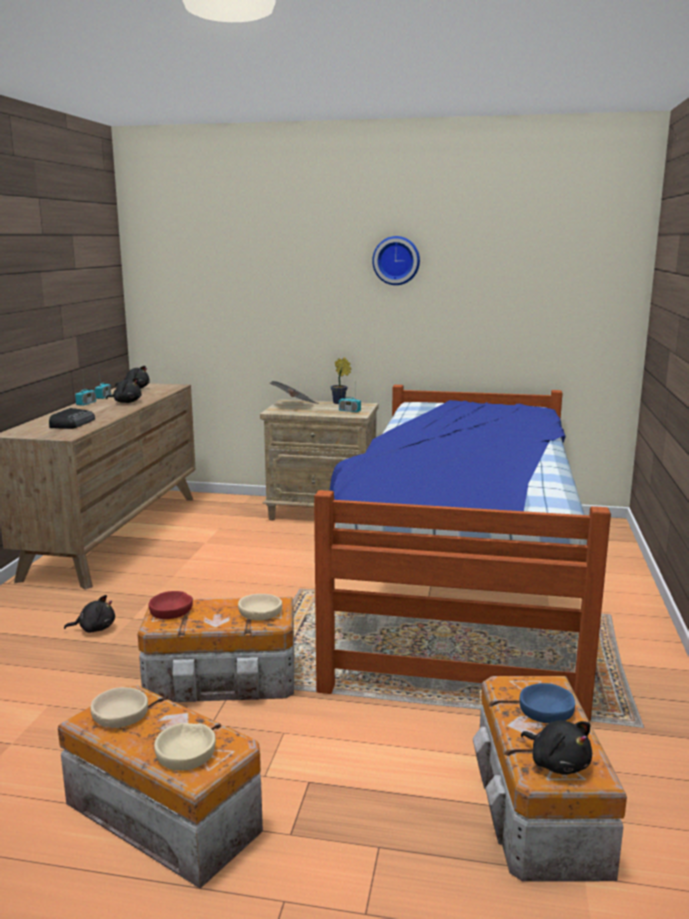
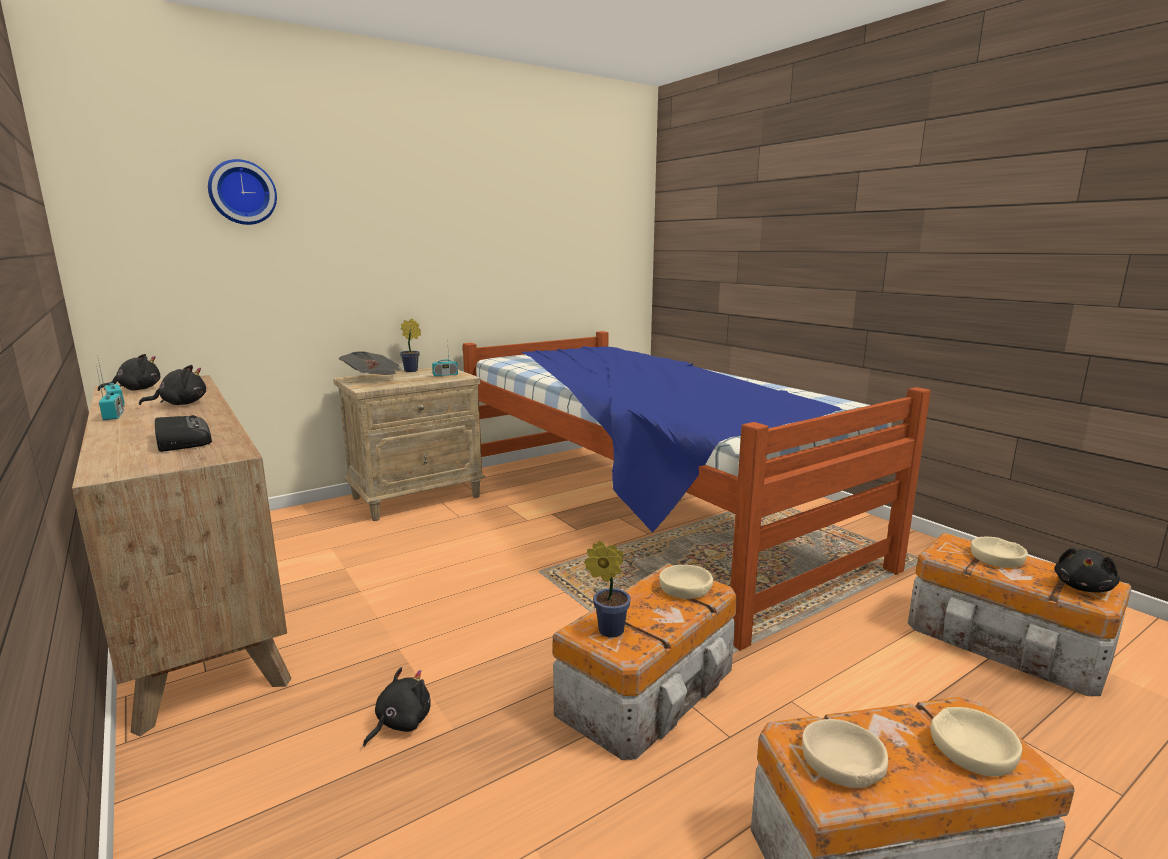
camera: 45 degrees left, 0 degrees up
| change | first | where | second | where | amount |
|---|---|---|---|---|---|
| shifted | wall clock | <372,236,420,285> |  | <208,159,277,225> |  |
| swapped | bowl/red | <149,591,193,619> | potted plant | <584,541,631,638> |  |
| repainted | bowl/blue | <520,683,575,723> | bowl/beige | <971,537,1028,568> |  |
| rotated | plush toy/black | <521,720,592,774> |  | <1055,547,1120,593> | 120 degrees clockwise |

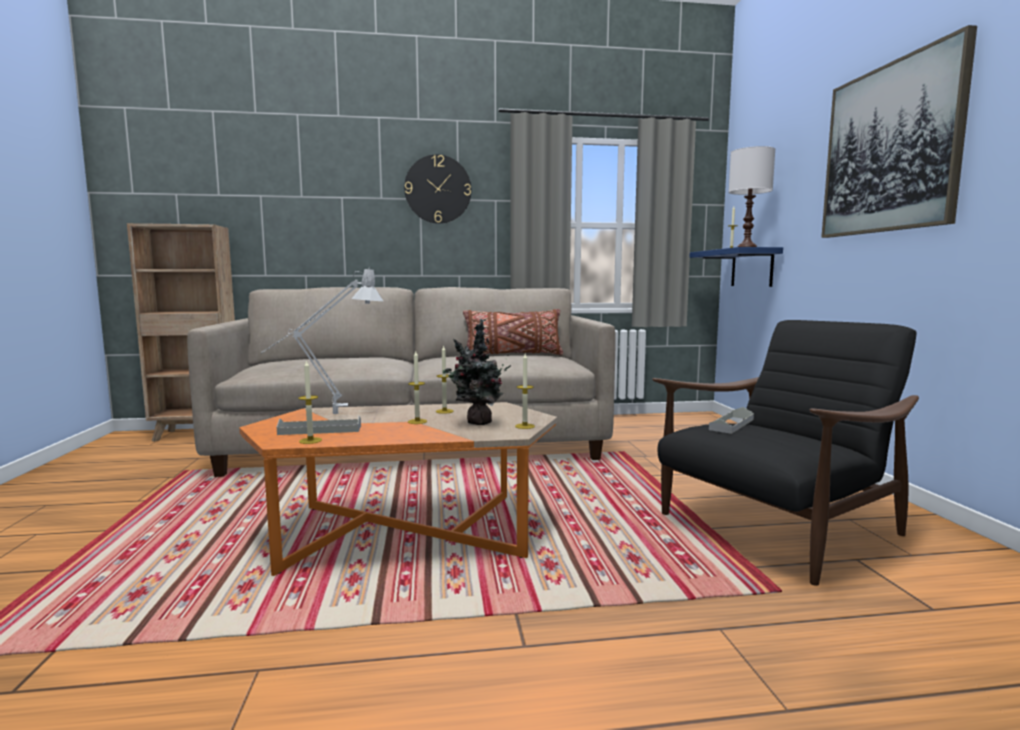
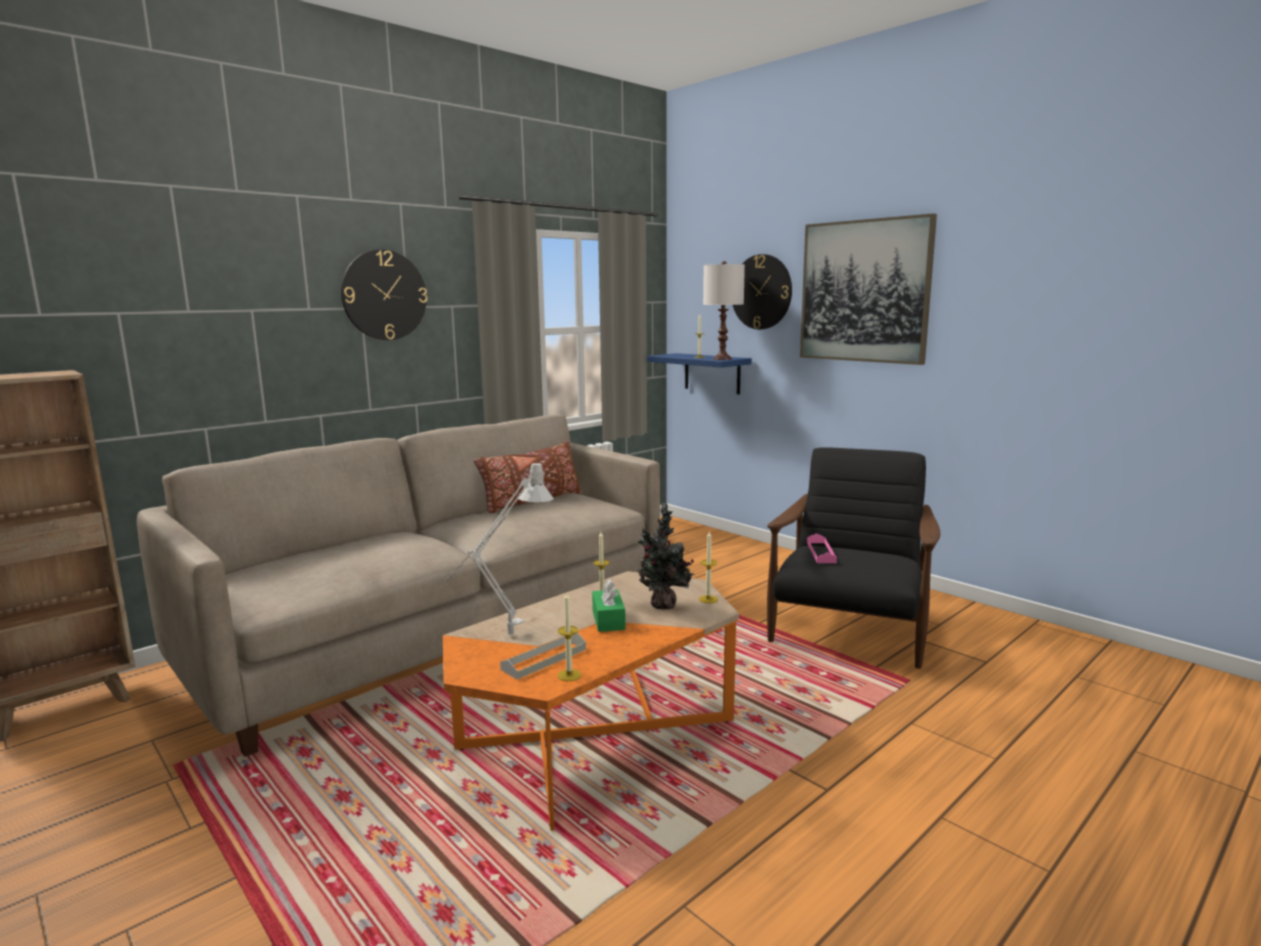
camera: 35 degrees left, 5 degrees up
| change | first | where | second | where | amount |
|---|---|---|---|---|---|
| new |  |  | wall clock | <733,254,792,329> |  |
| swapped | candle | <408,351,427,424> | tissue box/green | <592,580,626,632> |  |
| repainted | tray/grey | <709,407,754,434> | tray/pink | <807,533,837,563> |  |

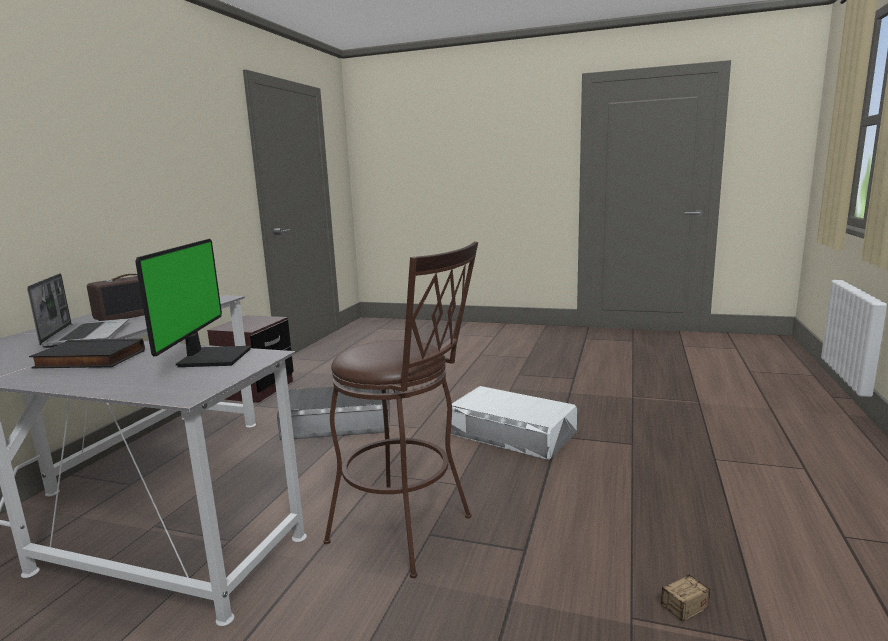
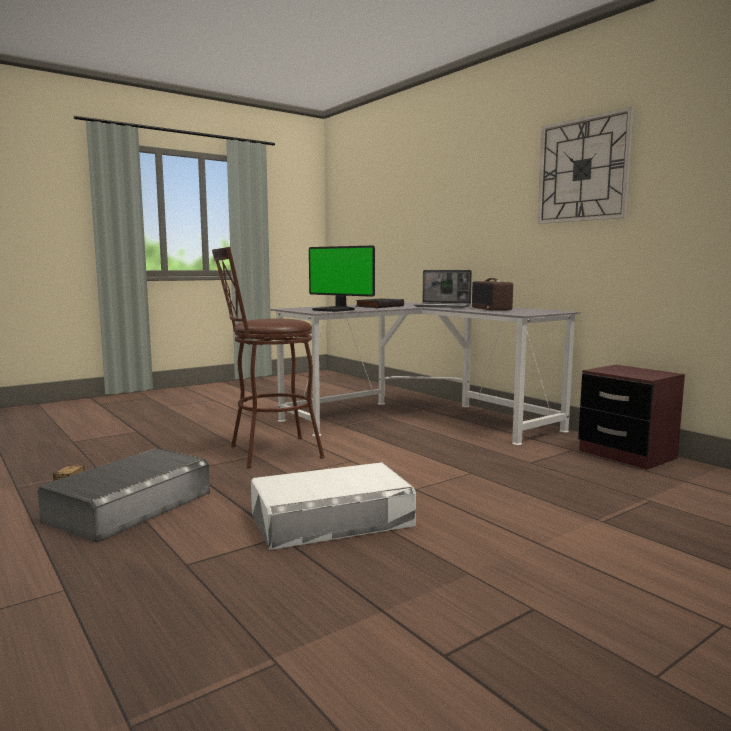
camera: 125 degrees right, 5 degrees down
| change | first | where | second | where | amount |
|---|---|---|---|---|---|
| new |  |  | wall clock | <537,106,634,224> |  |
| shifted | storage box/grey | <277,386,390,440> |  | <38,448,210,542> |  |

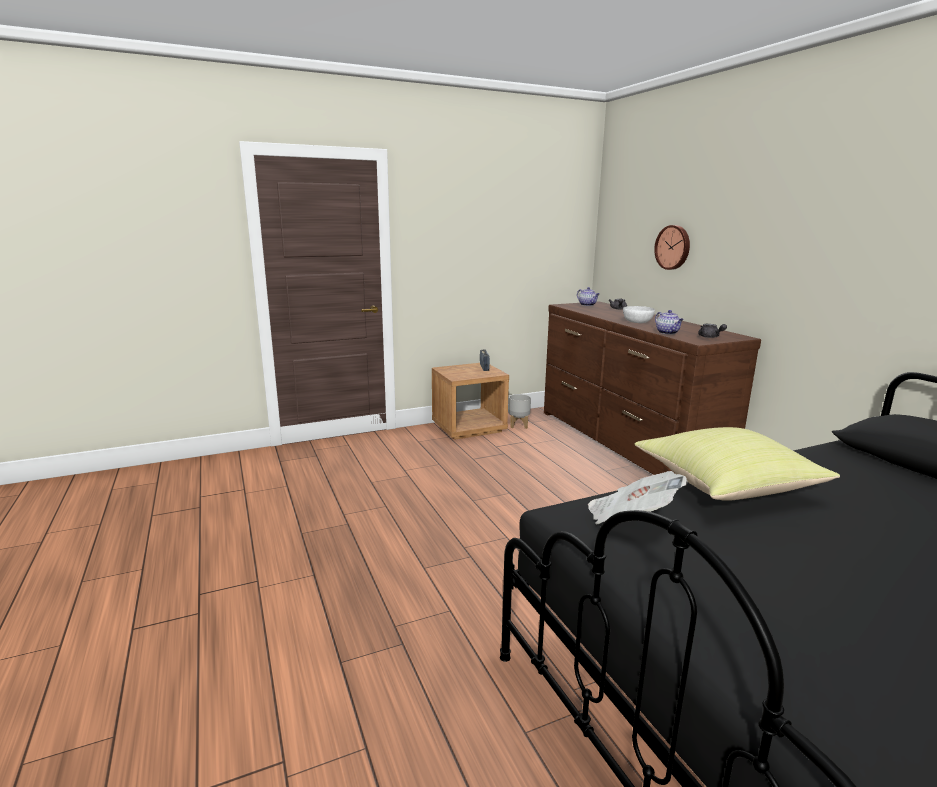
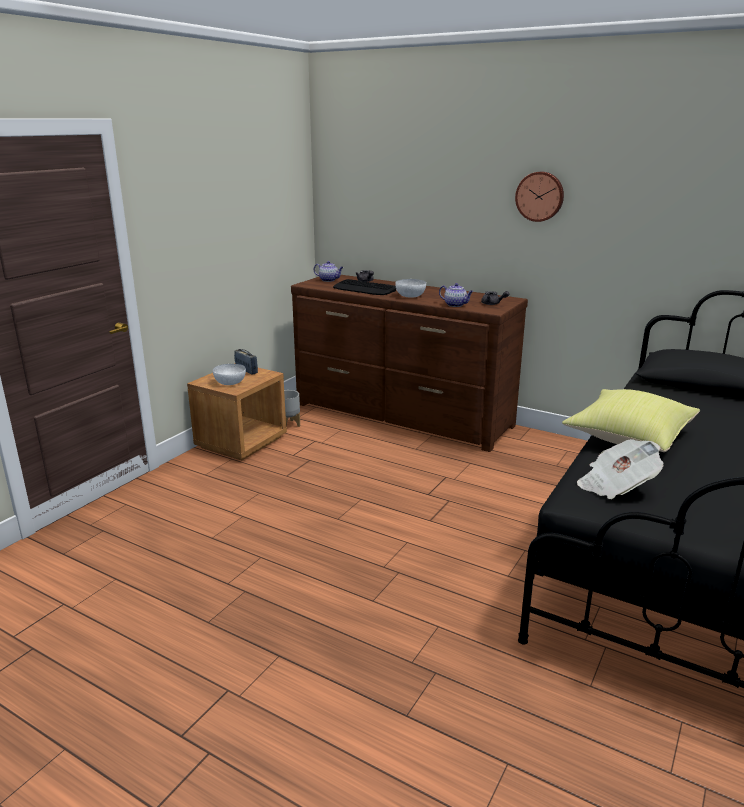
camera: 35 degrees left, 5 degrees up
| change | first | where | second | where | amount |
|---|---|---|---|---|---|
| new |  |  | bowl/white | <213,364,246,385> |  |
| new |  |  | keyboard | <333,279,396,295> |  |
| shifted | wall clock | <654,225,690,270> |  | <515,172,564,222> |  |

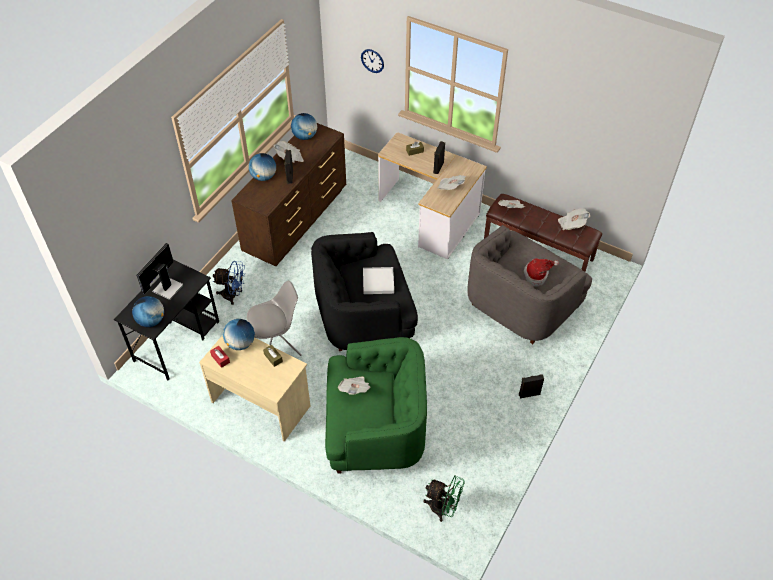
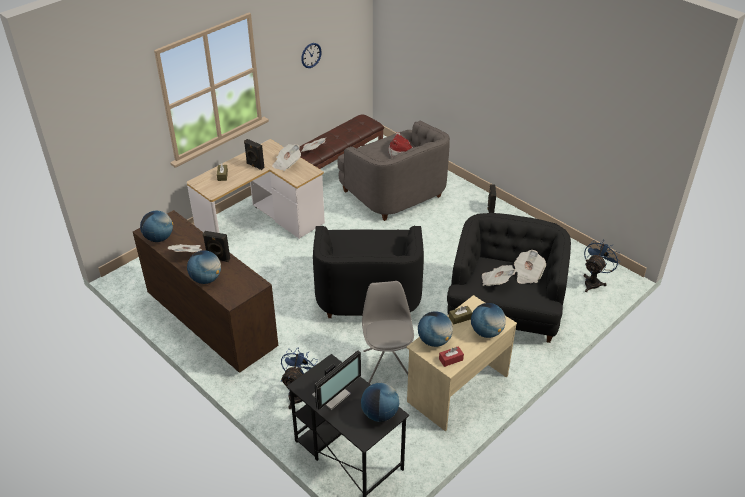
camera: 75 degrees left, 10 degrees down
| change | first | where | second | where | amount |
|---|---|---|---|---|---|
| gone | tray/white | <363,267,394,294> |  |  |  |
| new |  |  | globe | <471,303,506,338> |  |
| shifted | wall clock | <361,49,384,73> |  | <301,43,322,68> |  |
| shifted | newspaper | <558,208,590,230> |  | <514,250,546,284> |  |
| repainted | armchair/green | <325,337,427,473> | armchair/black | <447,213,571,343> |  |
| repainted | fan/green | <423,475,465,522> | fan/blue | <583,239,620,292> |  |
| rotated | monitor | <136,243,183,300> |  | <312,350,361,410> | 90 degrees counterclockwise |

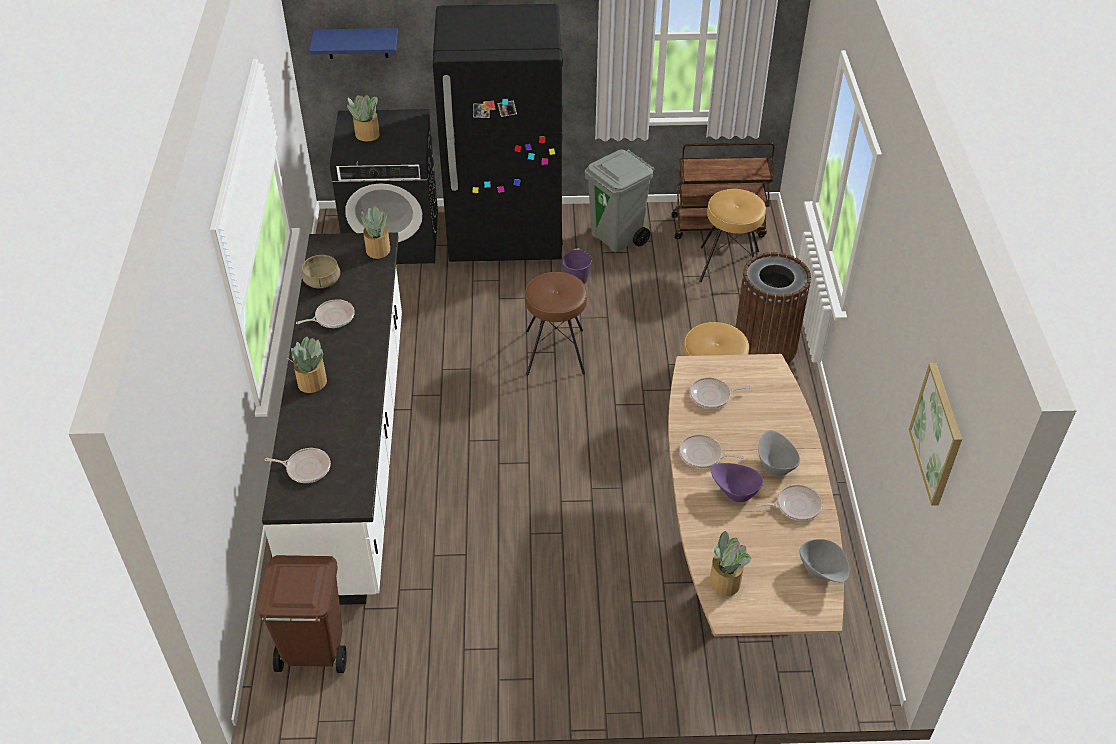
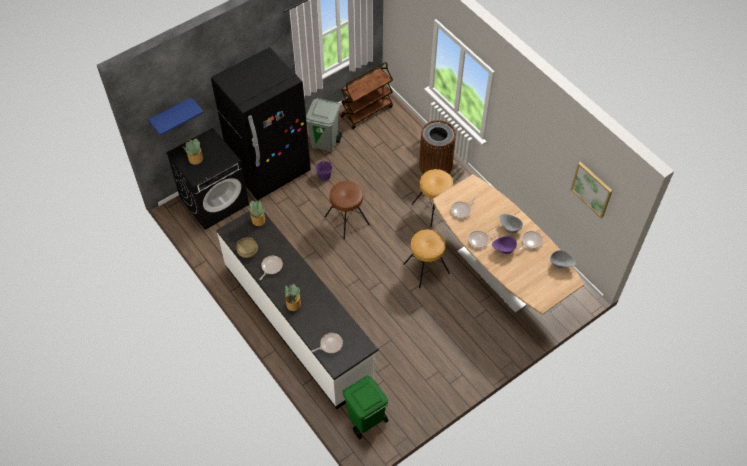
camera: 35 degrees left, 10 degrees up
| change | first | where | second | where | amount |
|---|---|---|---|---|---|
| gone | potted plant | <710,531,751,596> |  |  |  |
| shifted | stool/brown | <699,189,766,282> |  | <403,230,450,288> |  |
| repainted | trash can/brown | <258,555,347,673> | trash can/green | <343,376,388,439> |  |

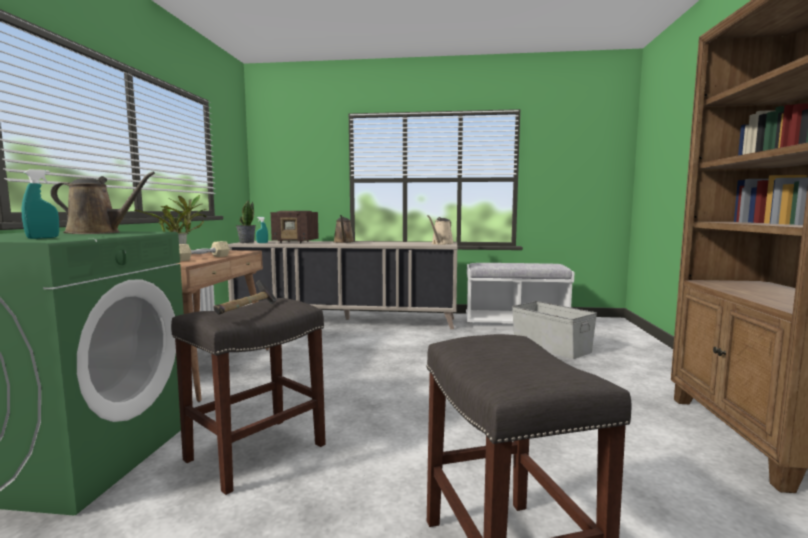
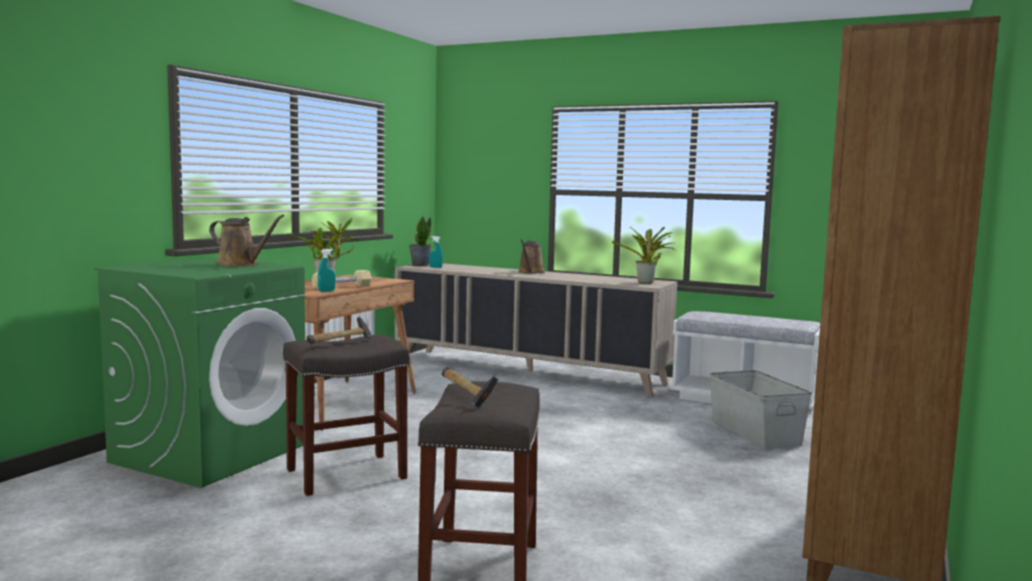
camera: 20 degrees right, 0 degrees up
| change | first | where | second | where | amount |
|---|---|---|---|---|---|
| gone | radio | <271,211,319,243> |  |  |  |
| new |  |  | hammer | <442,367,498,408> |  |
| shifted | spray bottle/turquoise | <22,169,59,239> |  | <318,249,336,292> |  |
| swapped | watering can/beige | <427,215,454,245> | potted plant | <612,227,675,284> |  |

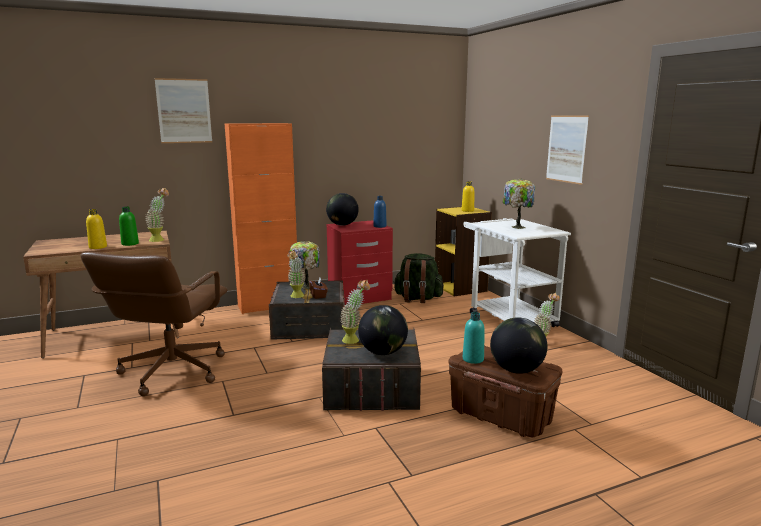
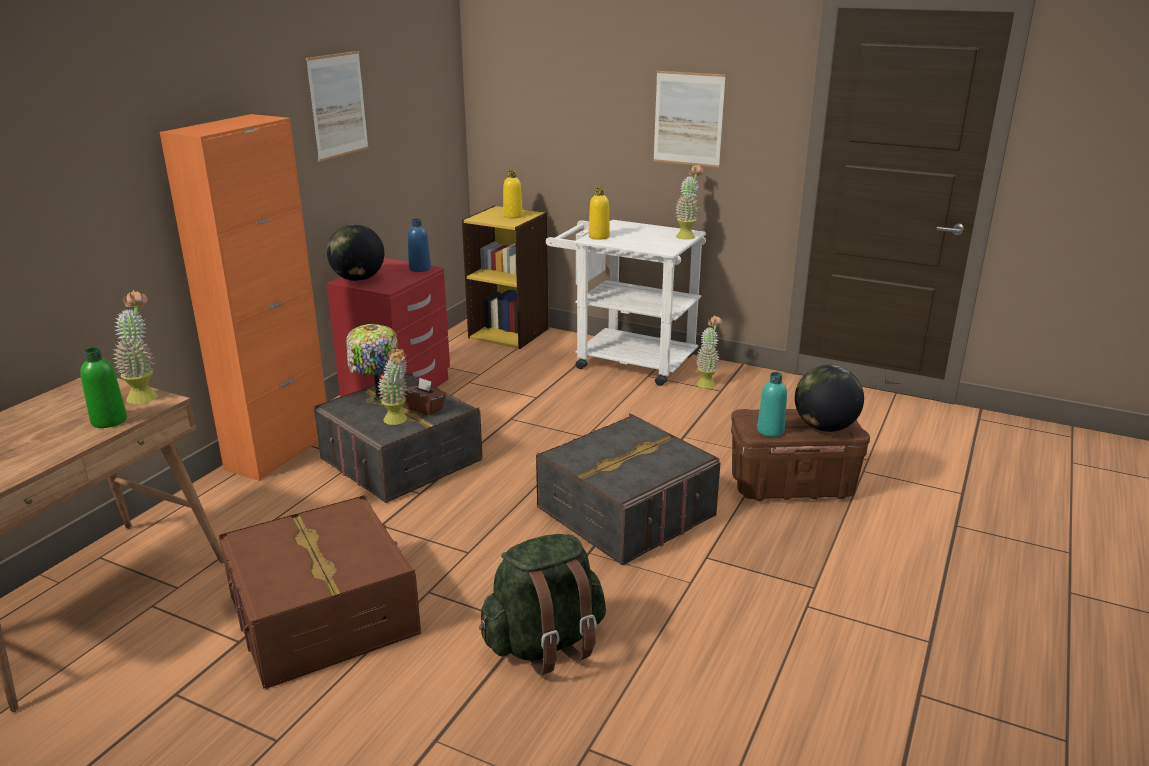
camera: 40 degrees left, 10 degrees up
| change | first | where | second | where | amount |
|---|---|---|---|---|---|
| gone | globe | <358,305,408,355> |  |  |  |
| gone | table lamp | <503,178,535,229> |  |  |  |
| shifted | bottle/yellow | <86,209,107,249> |  | <589,188,610,240> |  |
| shifted | picture | <155,78,212,143> |  | <306,51,369,162> |  |
| shifted | potted plant | <340,280,370,344> |  | <675,165,704,240> |  |
| shifted | backpack/green | <393,253,444,303> |  | <479,534,606,675> |  |
| swapped | office chair/brown | <80,252,228,396> | storage box/brown | <219,495,421,689> |  |

